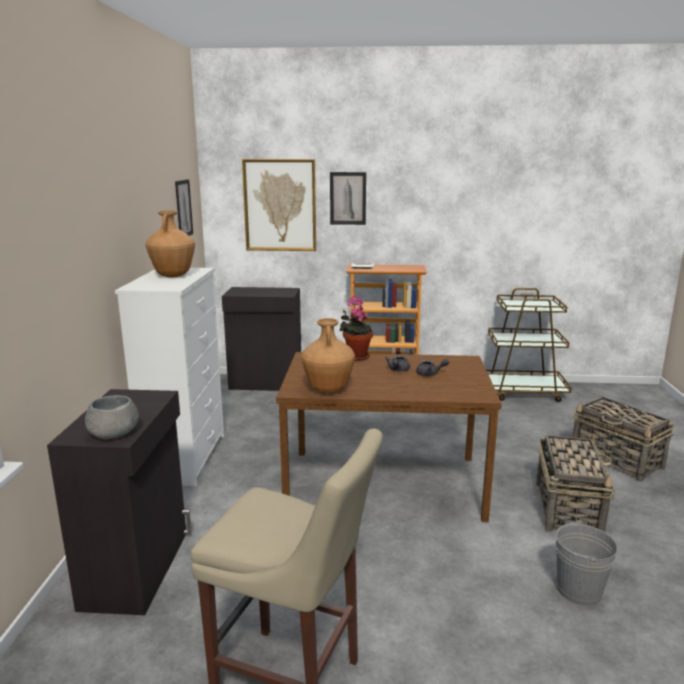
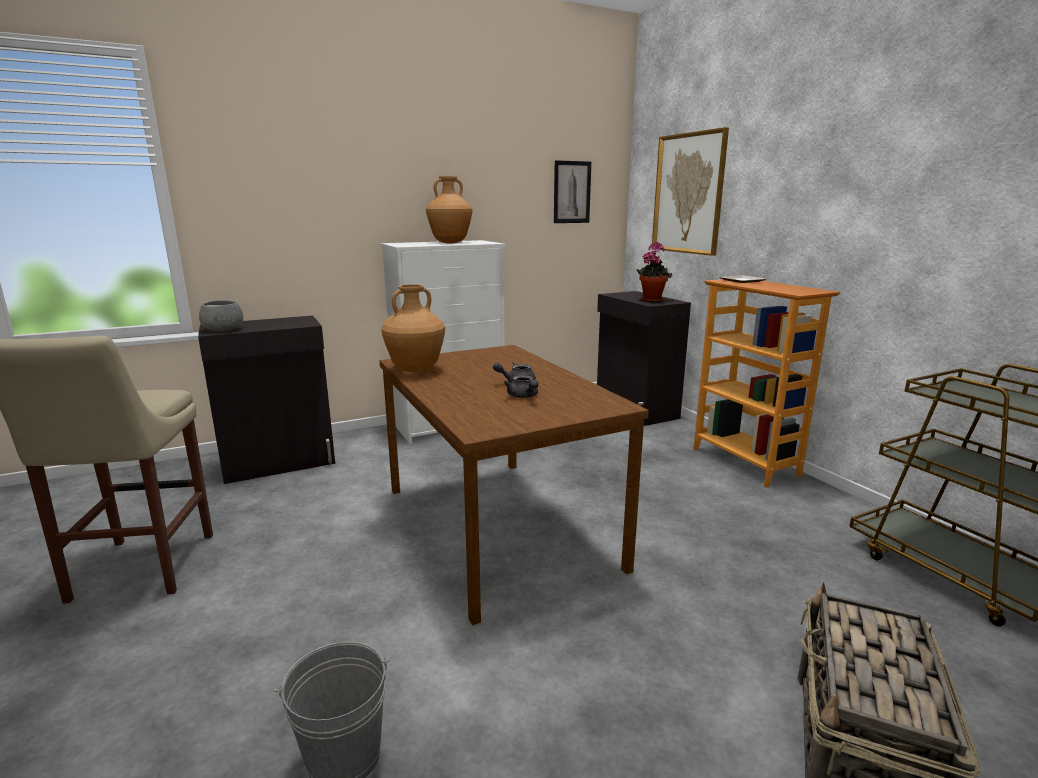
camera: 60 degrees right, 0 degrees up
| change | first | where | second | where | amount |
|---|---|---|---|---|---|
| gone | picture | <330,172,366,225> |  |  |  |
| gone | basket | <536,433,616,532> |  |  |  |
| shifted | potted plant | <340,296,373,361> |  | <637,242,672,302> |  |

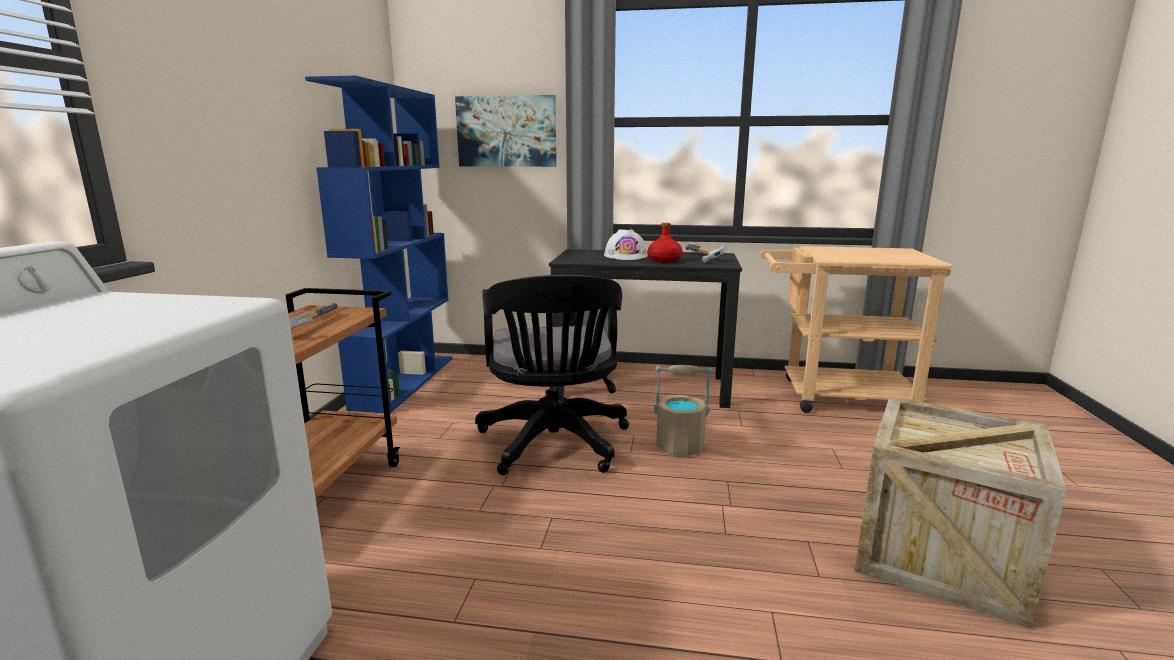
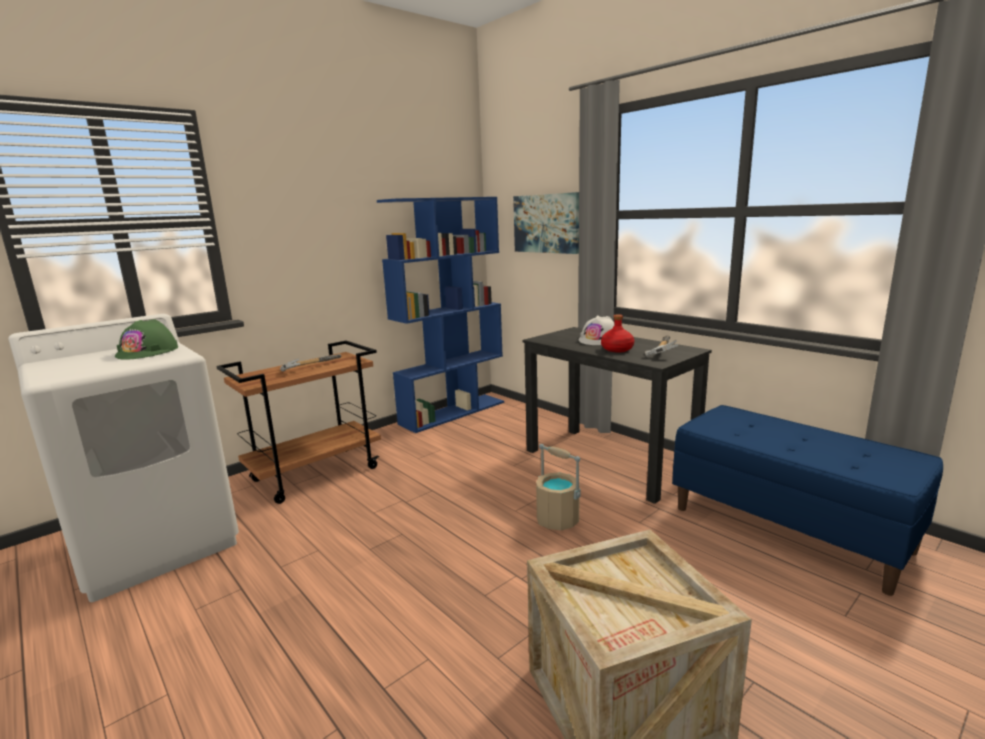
camera: 40 degrees right, 0 degrees up
| change | first | where | second | where | amount |
|---|---|---|---|---|---|
| gone | office chair/black | <475,275,629,475> |  |  |  |
| new |  |  | hard hat/green | <115,319,178,360> |  |
| swapped | cart/beige | <760,246,953,413> | bench/blue | <672,405,943,596> |  |

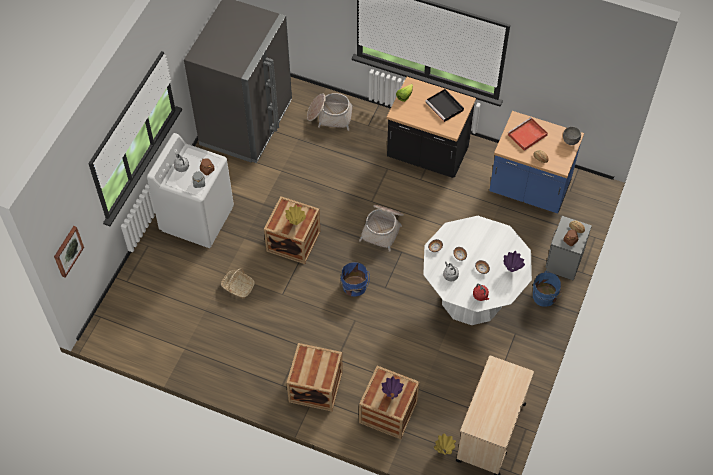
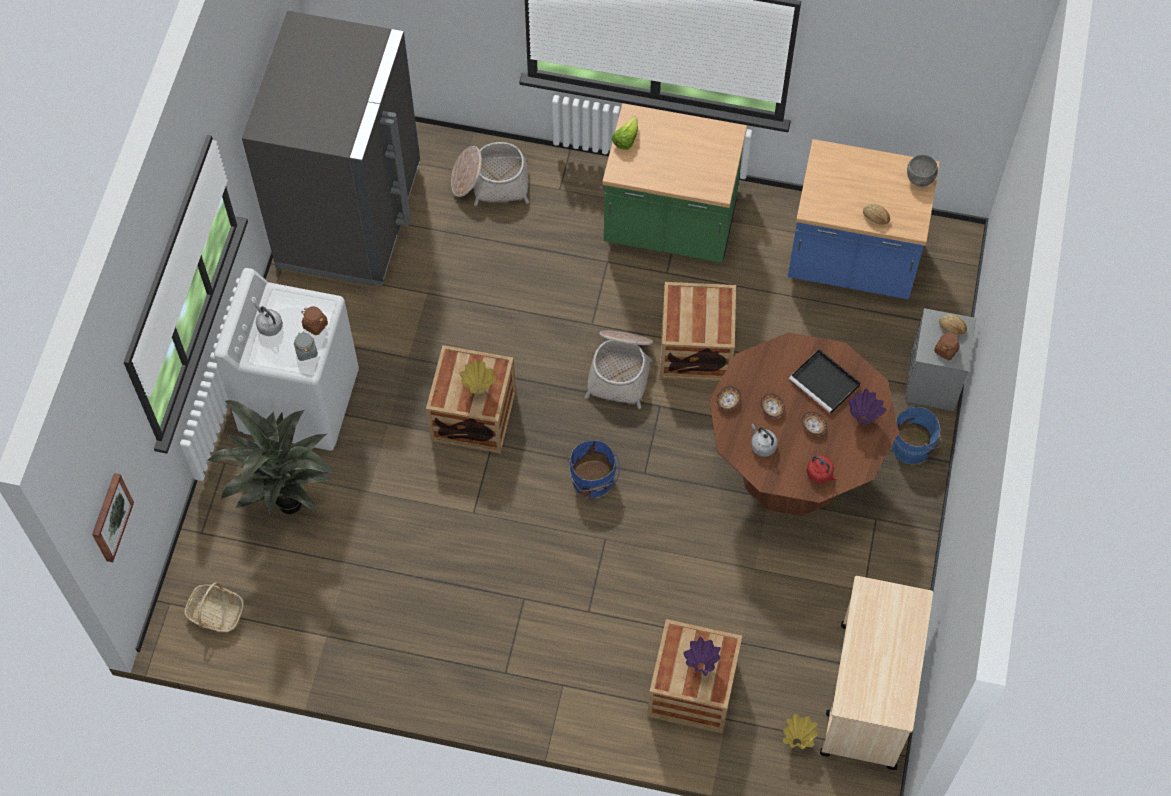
camera: 10 degrees left, 5 degrees up
| change | first | where | second | where | amount |
|---|---|---|---|---|---|
| gone | tray/red | <508,117,548,151> |  |  |  |
| new |  |  | potted plant | <206,400,335,515> |  |
| shifted | basket | <221,268,255,298> |  | <184,582,244,632> |  |
| shifted | crate | <287,343,343,412> |  | <660,282,736,381> |  |
| shifted | tray/black | <425,89,464,122> |  | <789,349,861,414> |  |
| repainted | counter/black | <387,77,476,178> | counter/green | <602,103,747,263> |  |
| repainted | dining table/white | <423,216,532,325> | dining table/brown | <709,333,899,516> |  |

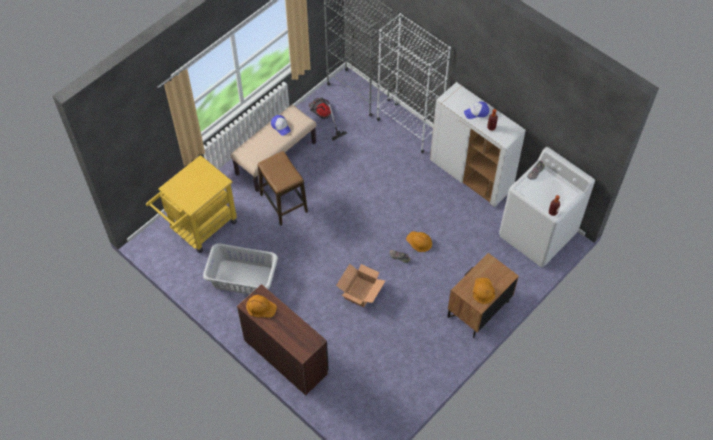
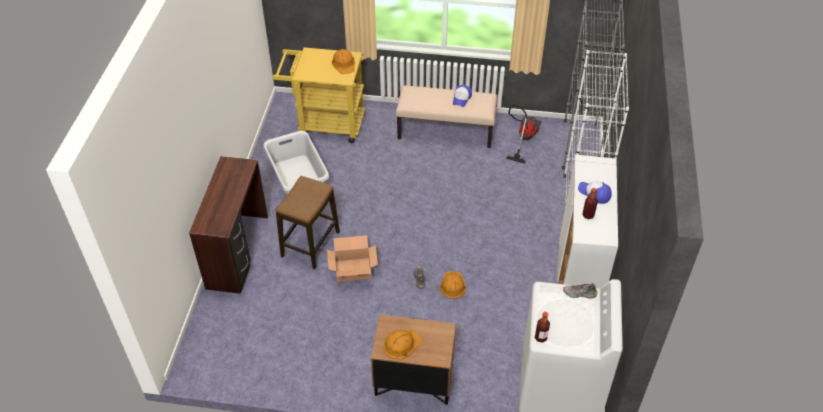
camera: 55 degrees right, 10 degrees down
| change | first | where | second | where | amount |
|---|---|---|---|---|---|
| shifted | hard hat/orange | <246,295,277,318> |  | <331,49,355,74> |  |
| shifted | stool | <258,151,308,226> |  | <276,176,340,269> |  |

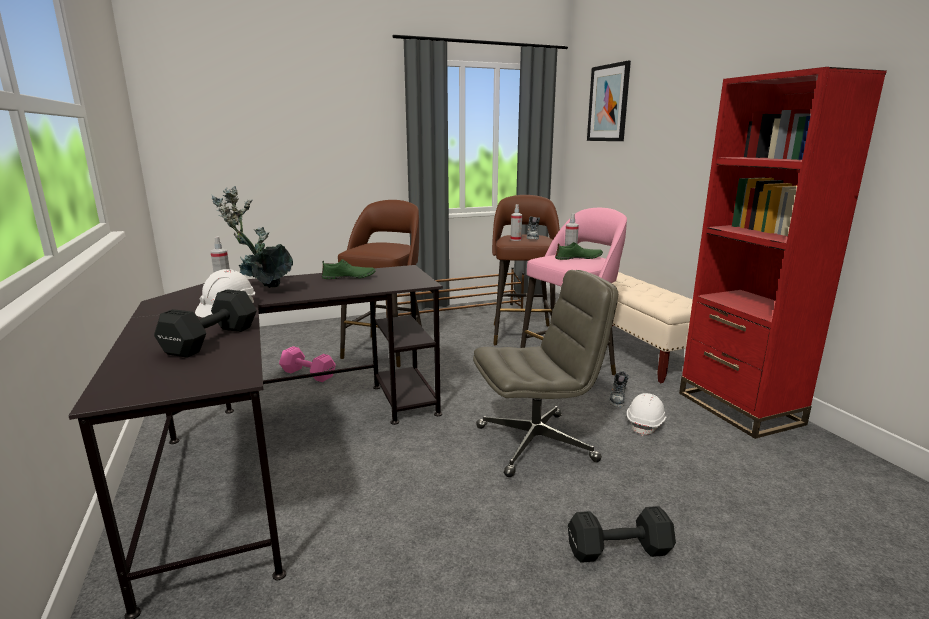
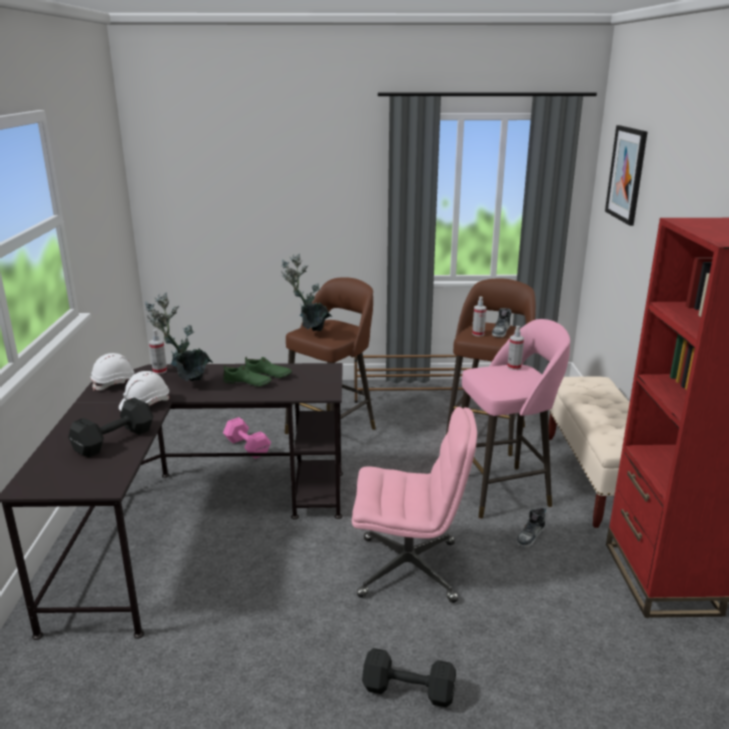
camera: 20 degrees right, 5 degrees up
| change | first | where | second | where | amount |
|---|---|---|---|---|---|
| new |  |  | potted plant | <280,253,332,331> |  |
| shifted | shoe/green | <555,242,603,260> |  | <223,365,272,387> |  |
| shifted | hard hat/white | <627,393,666,436> |  | <91,353,134,391> |  |
| repainted | office chair/grey | <473,270,618,477> | office chair/pink | <352,407,477,603> |  |

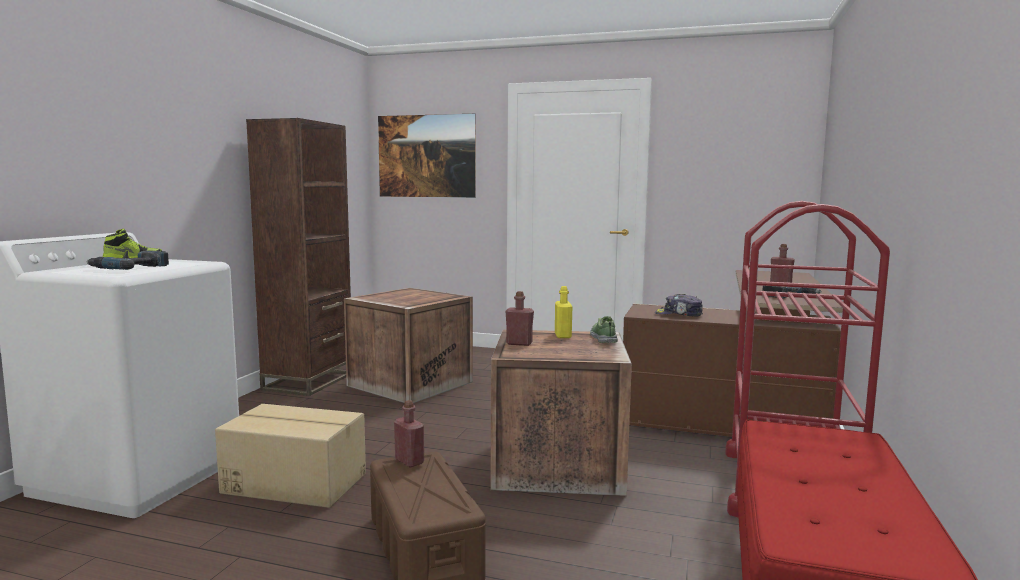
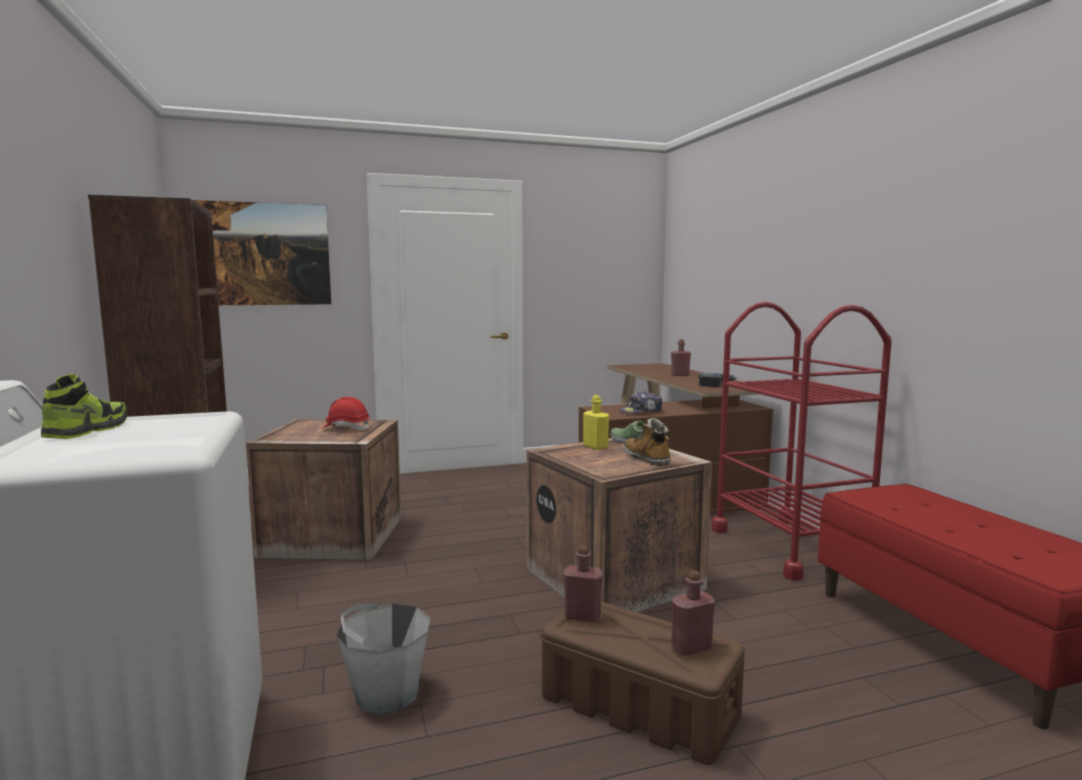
camera: 35 degrees left, 0 degrees up
| change | first | where | second | where | amount |
|---|---|---|---|---|---|
| gone | power drill | <87,251,169,270> |  |  |  |
| new |  |  | hard hat/red | <321,397,370,430> |  |
| new |  |  | boot | <624,418,671,466> |  |
| shifted | bottle/red | <505,291,534,346> |  | <671,570,715,656> |  |
| swapped | cardboard box | <215,404,366,508> | bucket/grey | <337,603,431,715> |  |

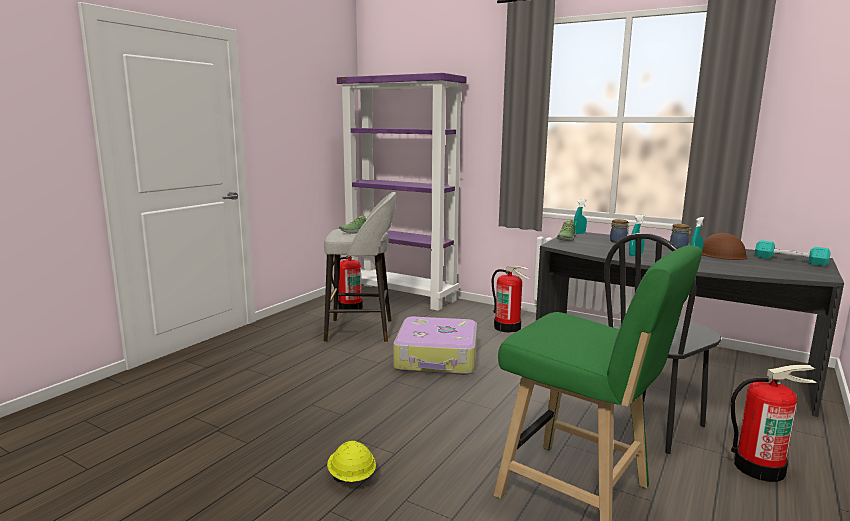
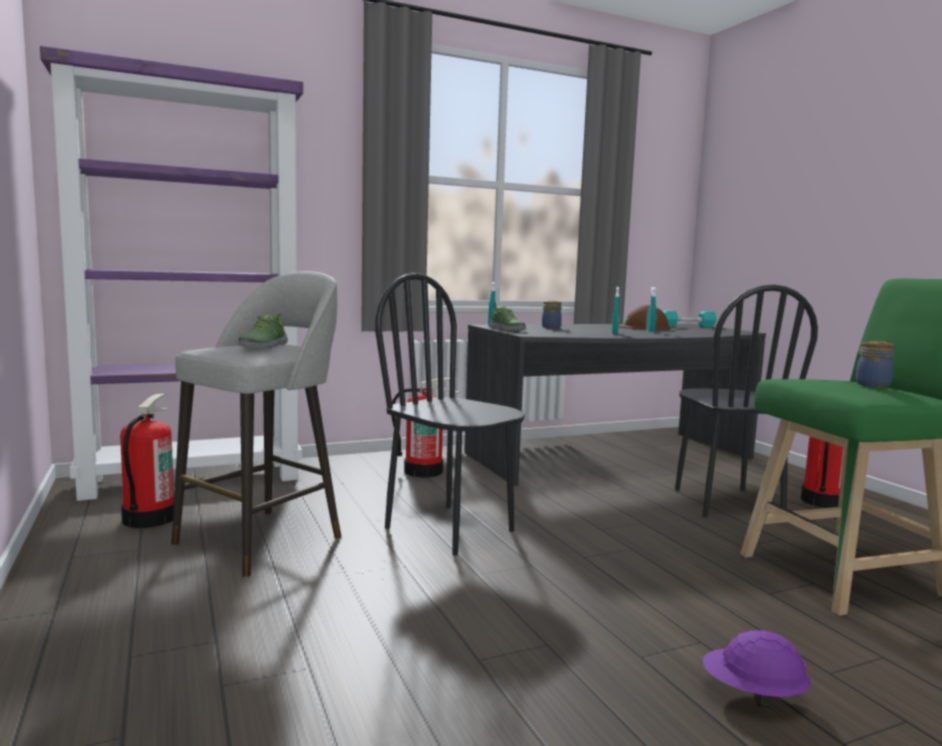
camera: 55 degrees left, 5 degrees down
| change | first | where | second | where | amount |
|---|---|---|---|---|---|
| shifted | jar | <670,224,692,248> |  | <856,341,895,387> |  |
| swapped | suitcase | <394,317,477,375> | chair/black | <375,273,525,556> |  |
| repainted | hard hat/yellow | <327,441,376,482> | hard hat/purple | <703,630,811,709> |  |

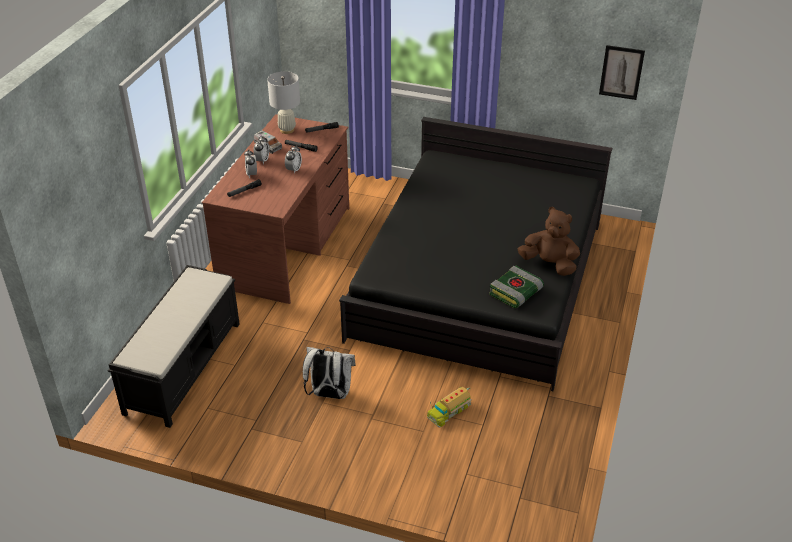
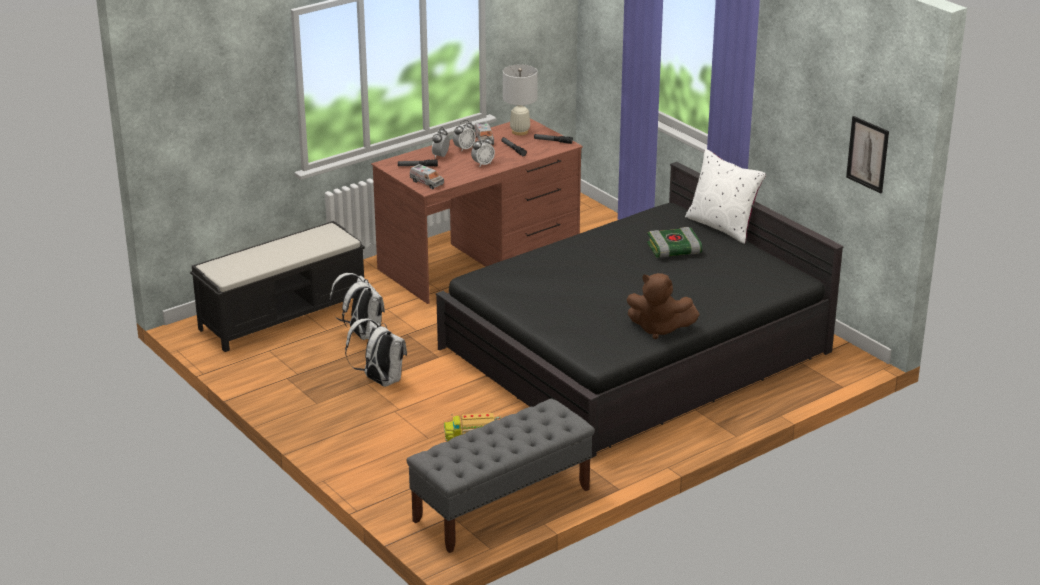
camera: 35 degrees right, 10 degrees down
| change | first | where | second | where | amount |
|---|---|---|---|---|---|
| new |  |  | backpack/white | <329,273,385,340> |  |
| new |  |  | bench/grey | <406,399,595,553> |  |
| new |  |  | toy truck | <410,164,444,189> |  |
| new |  |  | pillow/white | <685,149,766,244> |  |
| shifted | book | <489,266,544,308> |  | <647,227,702,258> |  |
| rotated | plush toy/brown | <518,207,580,276> |  | <627,273,700,339> | 135 degrees clockwise |

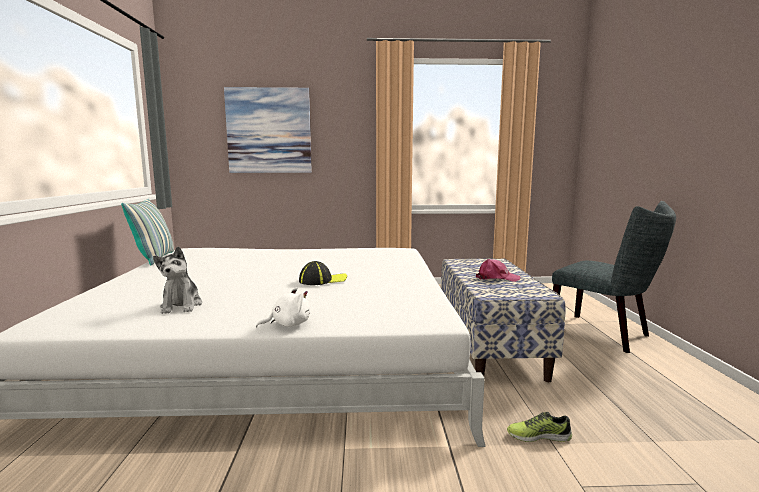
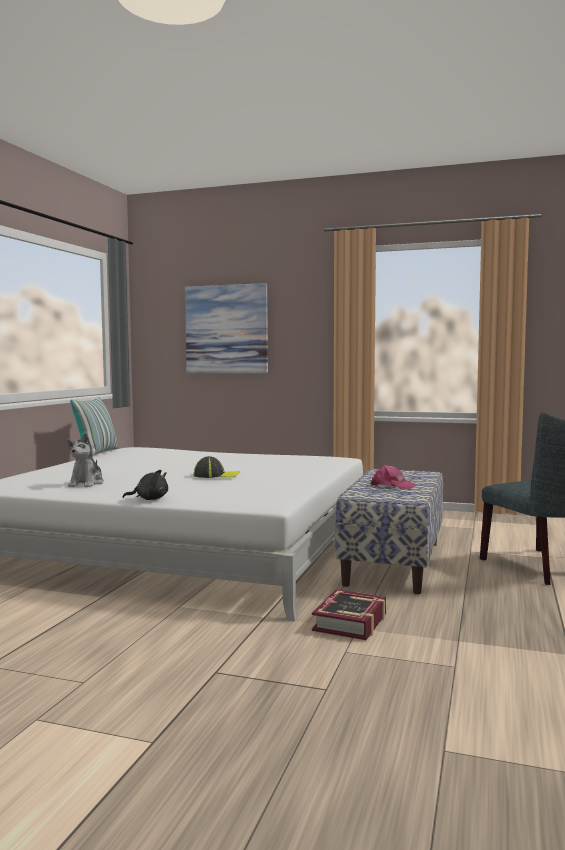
camera: 20 degrees right, 5 degrees down
| change | first | where | second | where | amount |
|---|---|---|---|---|---|
| swapped | shoe | <507,412,572,442> | book | <312,590,386,640> |  |
| repainted | plush toy/white | <256,288,310,328> | plush toy/black | <123,470,168,500> |  |

